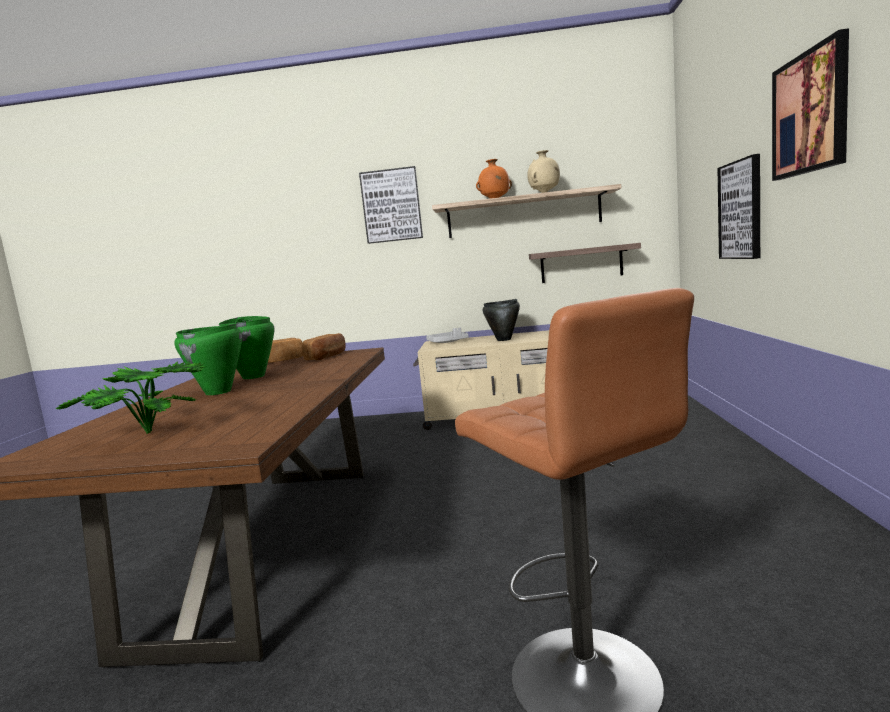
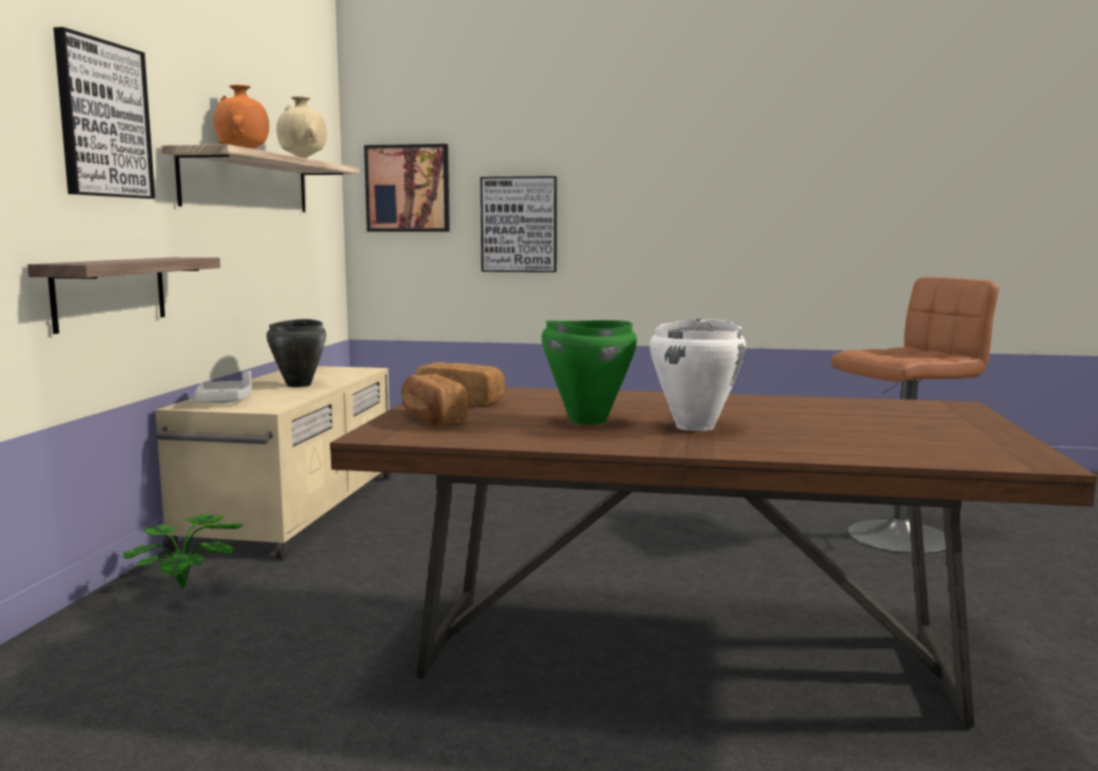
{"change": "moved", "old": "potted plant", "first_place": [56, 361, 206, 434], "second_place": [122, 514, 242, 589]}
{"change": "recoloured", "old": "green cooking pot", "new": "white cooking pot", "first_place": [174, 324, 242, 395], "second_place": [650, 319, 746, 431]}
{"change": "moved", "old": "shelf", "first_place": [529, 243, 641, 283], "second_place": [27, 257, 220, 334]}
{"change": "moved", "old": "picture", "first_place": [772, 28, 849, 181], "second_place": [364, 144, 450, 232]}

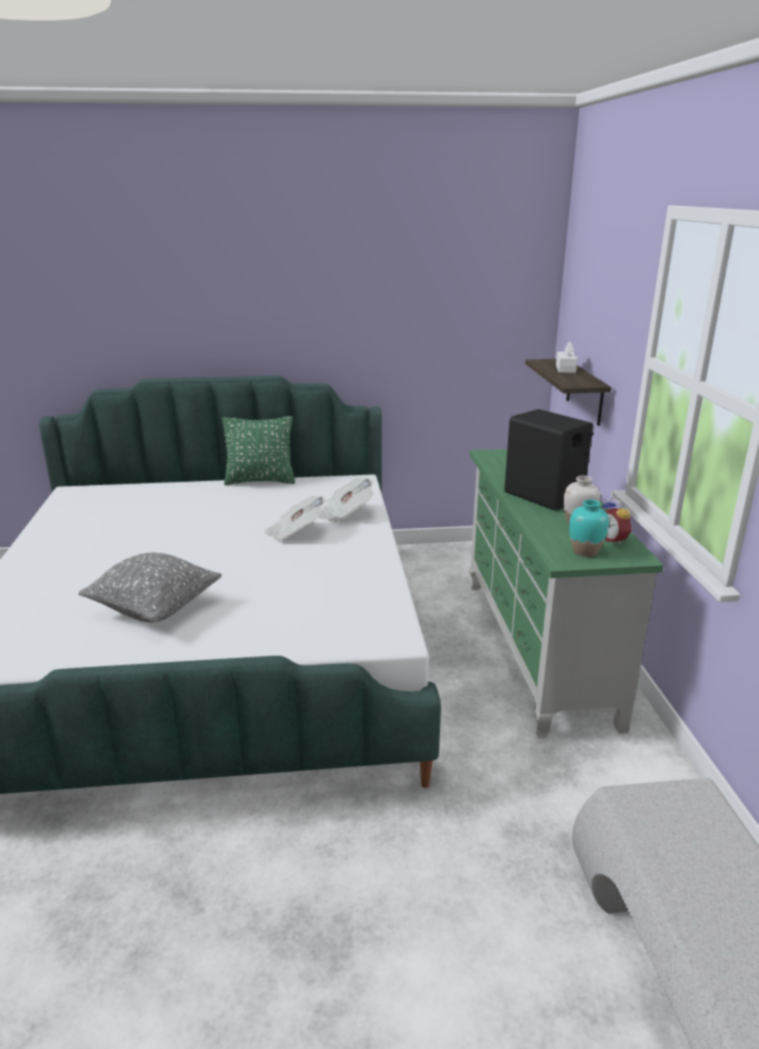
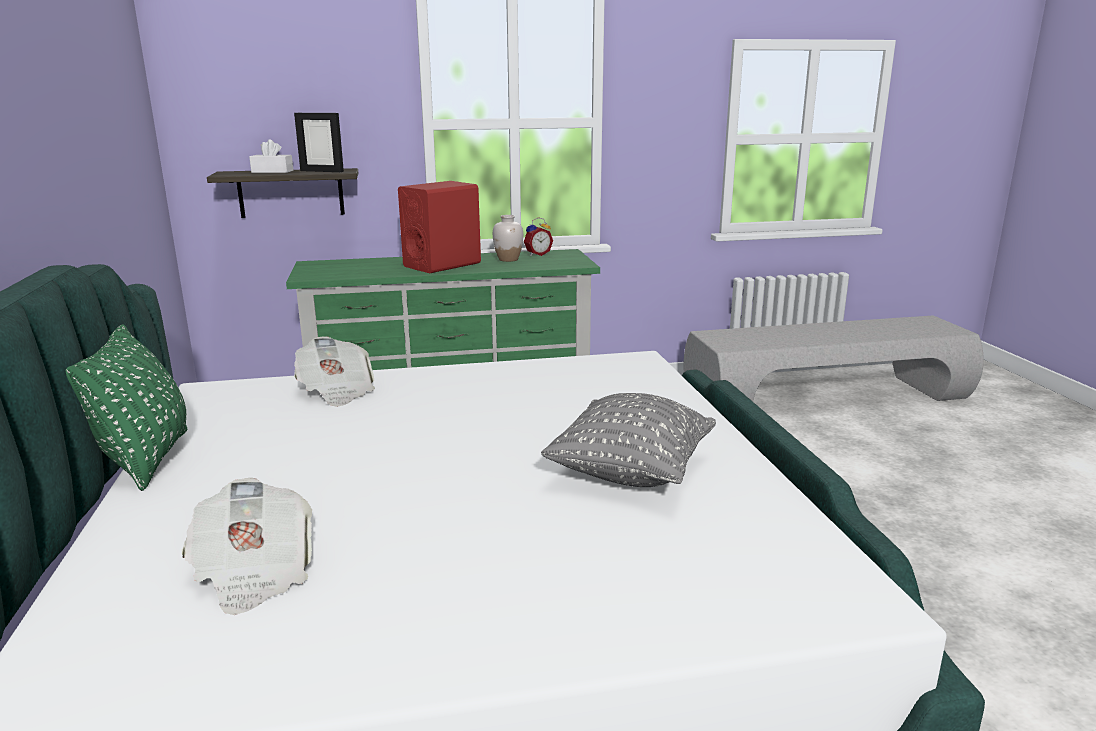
{"change": "moved", "old": "newspaper", "first_place": [265, 496, 326, 541], "second_place": [182, 478, 312, 615]}
{"change": "recoloured", "old": "black speaker", "new": "red speaker", "first_place": [504, 409, 593, 511], "second_place": [398, 181, 481, 273]}
{"change": "removed", "old": "turquoise vase", "first_place": [569, 499, 609, 557]}
{"change": "added", "new": "picture frame", "second_place": [294, 113, 344, 172]}

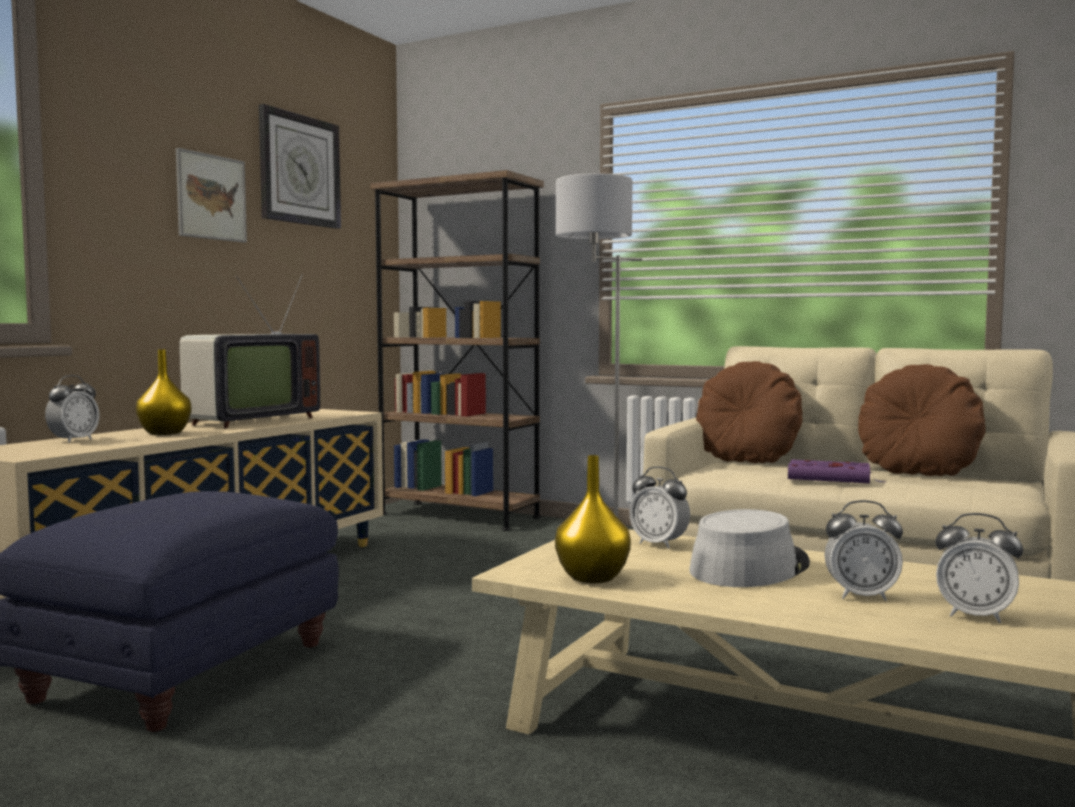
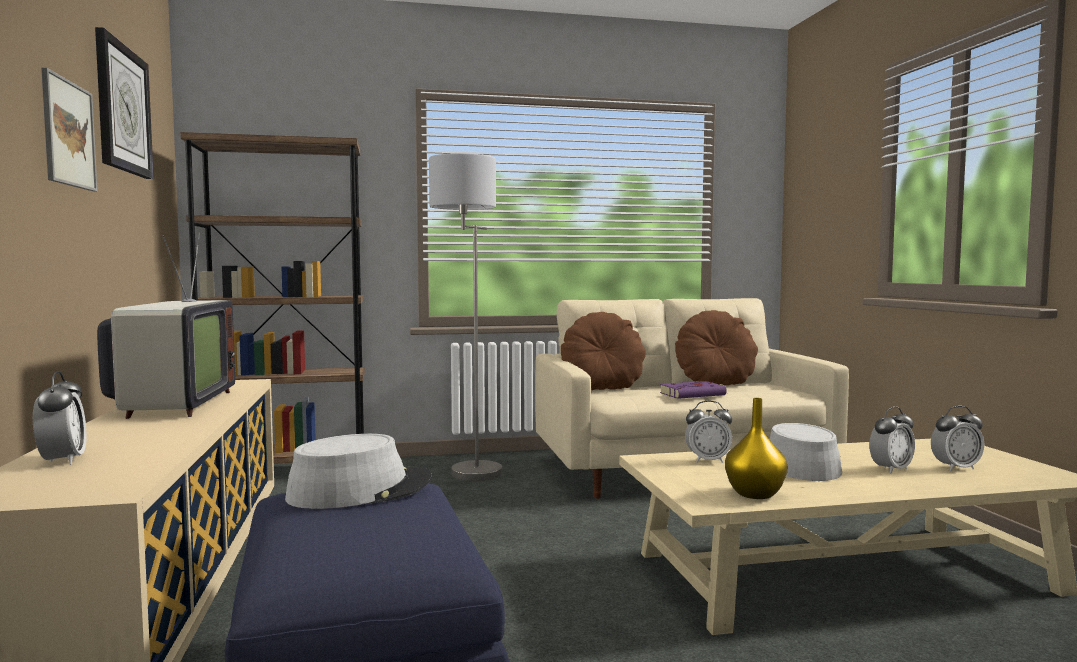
{"change": "removed", "old": "yellow vase", "first_place": [136, 349, 192, 435]}
{"change": "added", "new": "grey hat", "second_place": [285, 434, 432, 509]}

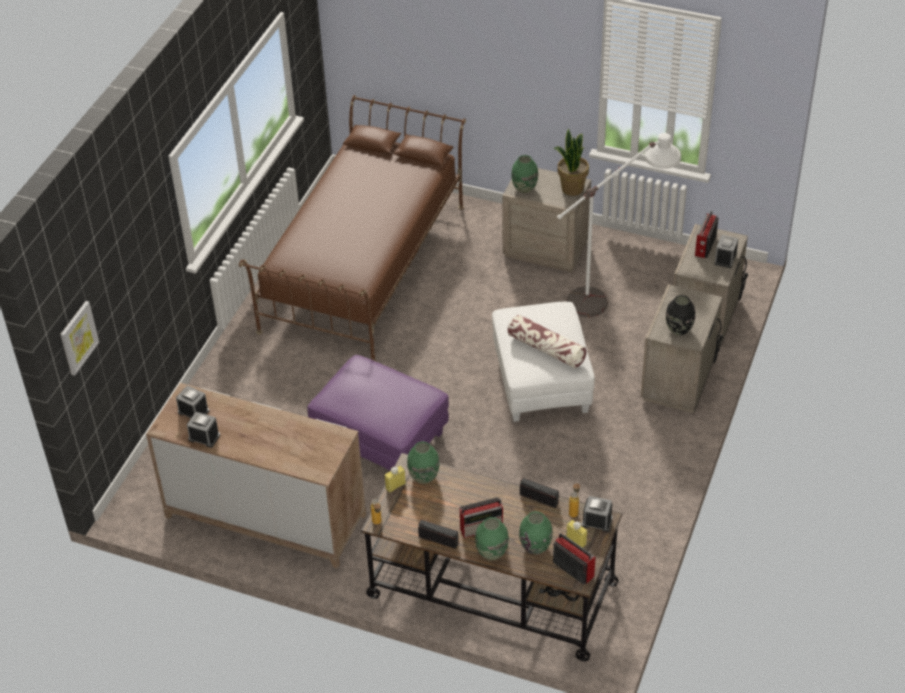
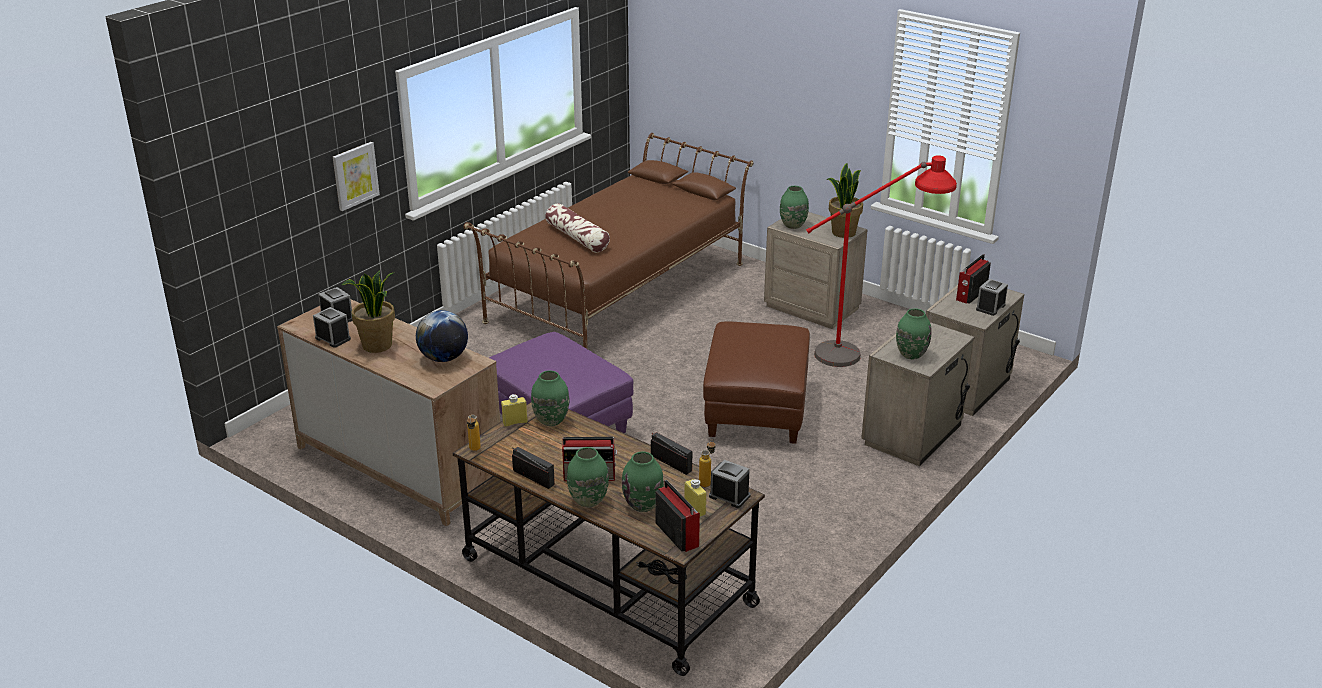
{"change": "moved", "old": "picture", "first_place": [60, 301, 99, 376], "second_place": [333, 142, 380, 211]}
{"change": "recoloured", "old": "white ottoman", "new": "brown ottoman", "first_place": [492, 302, 595, 422], "second_place": [703, 321, 810, 444]}
{"change": "moved", "old": "pillow", "first_place": [507, 315, 587, 368], "second_place": [545, 203, 610, 252]}
{"change": "recoloured", "old": "white floor lamp", "new": "red floor lamp", "first_place": [557, 133, 681, 317], "second_place": [806, 155, 957, 367]}
{"change": "recoloured", "old": "black vase", "new": "green vase", "first_place": [666, 295, 695, 335], "second_place": [896, 308, 931, 360]}
{"change": "added", "new": "potted plant", "second_place": [342, 270, 395, 353]}
{"change": "added", "new": "globe", "second_place": [416, 310, 468, 362]}

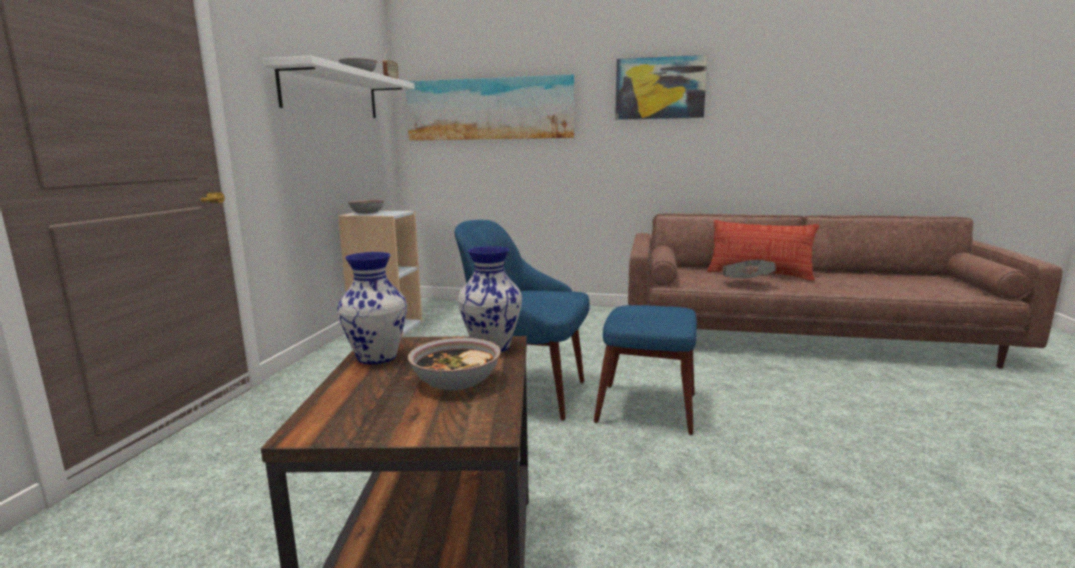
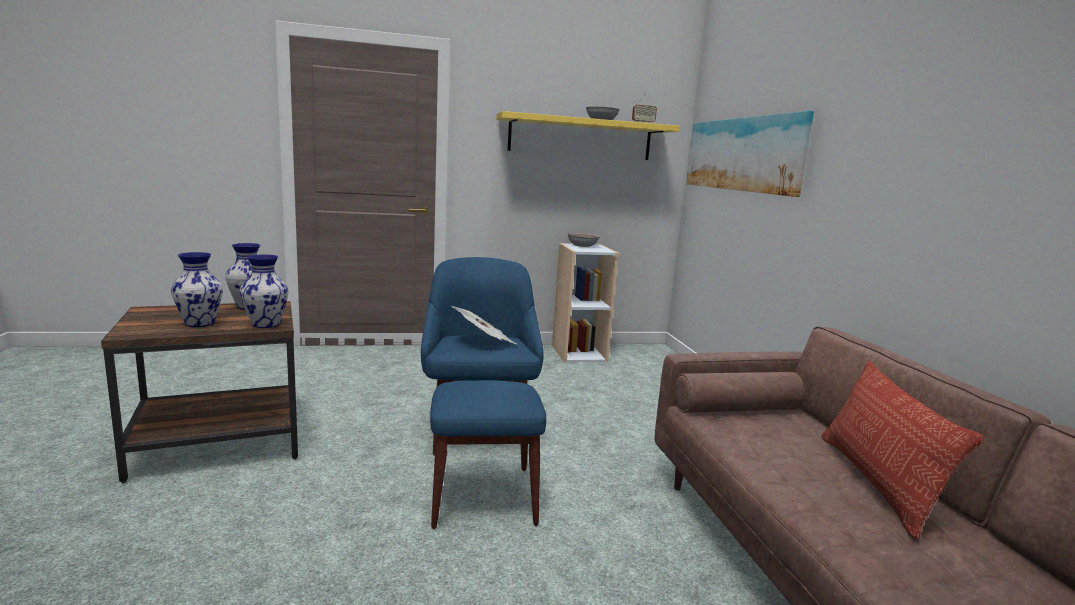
{"change": "recoloured", "old": "white shelf", "new": "yellow shelf", "first_place": [263, 56, 415, 118], "second_place": [496, 111, 679, 160]}
{"change": "replaced", "old": "bowl", "new": "vase", "first_place": [408, 338, 501, 391], "second_place": [171, 252, 223, 327]}
{"change": "removed", "old": "picture", "first_place": [615, 55, 707, 120]}
{"change": "moved", "old": "newspaper", "first_place": [722, 260, 776, 279], "second_place": [451, 306, 516, 344]}

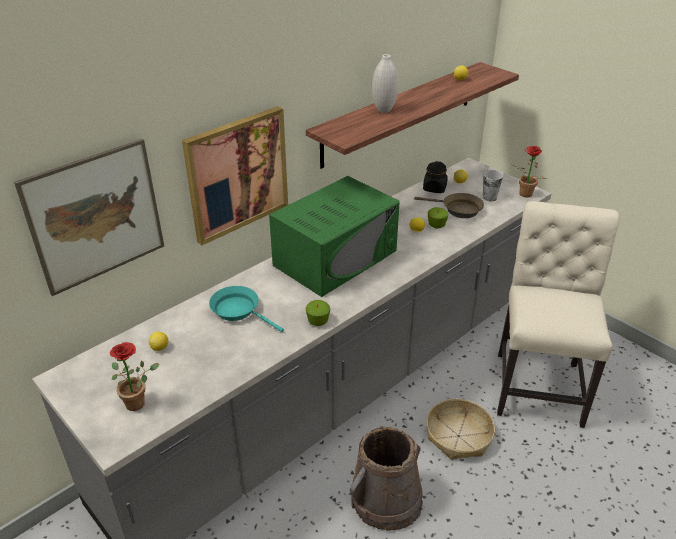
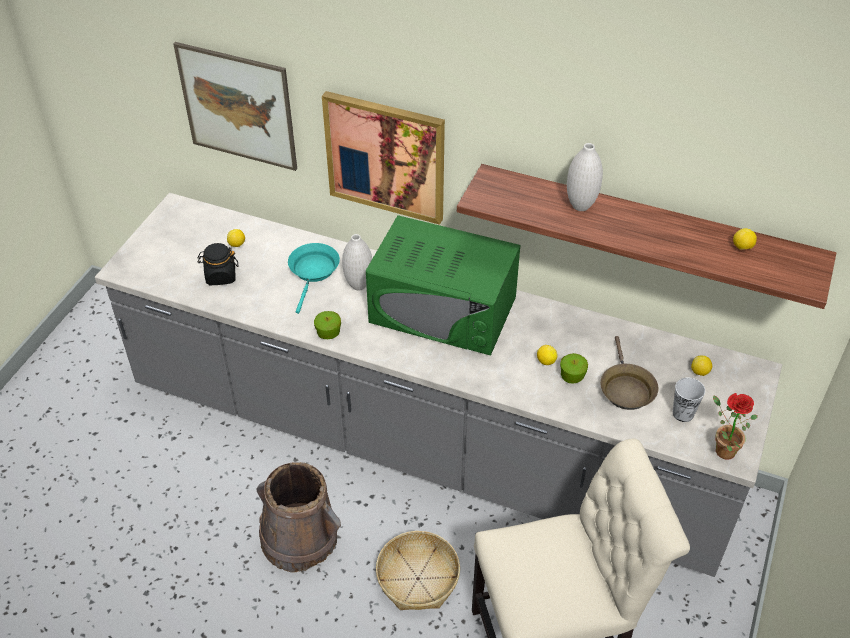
{"change": "removed", "old": "potted plant", "first_place": [110, 342, 159, 411]}
{"change": "moved", "old": "black jar", "first_place": [423, 161, 448, 193], "second_place": [198, 243, 238, 285]}
{"change": "added", "new": "white vase", "second_place": [342, 234, 372, 291]}

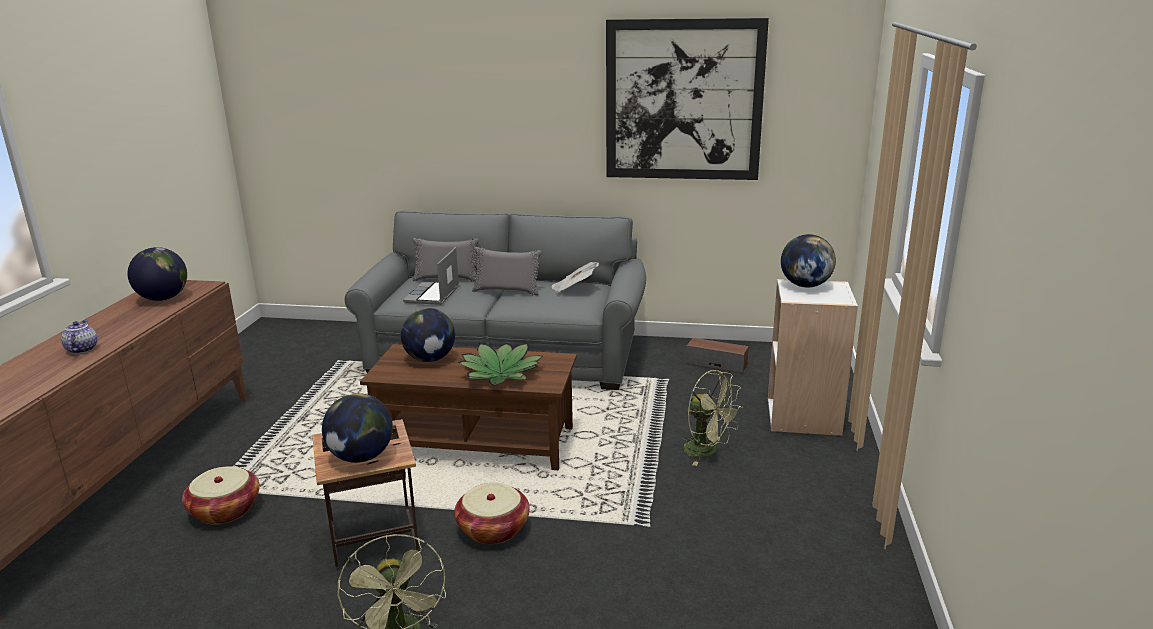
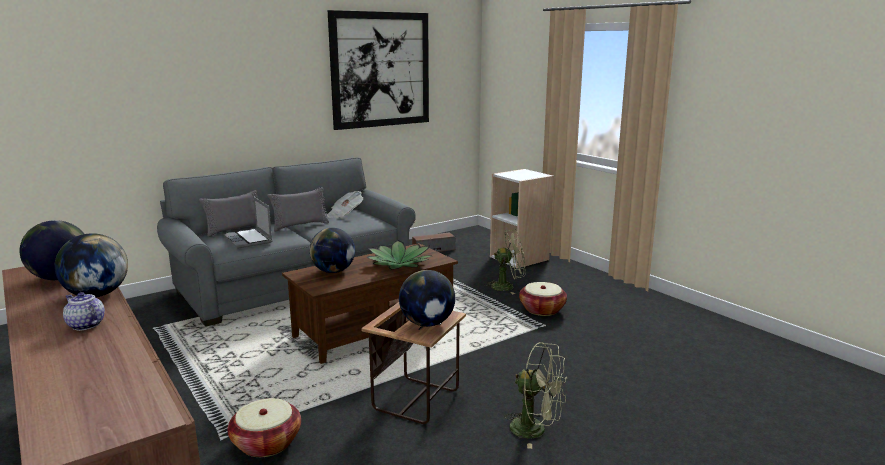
{"change": "moved", "old": "basket", "first_place": [454, 483, 530, 544], "second_place": [519, 282, 567, 316]}
{"change": "moved", "old": "globe", "first_place": [781, 234, 836, 287], "second_place": [54, 233, 128, 297]}

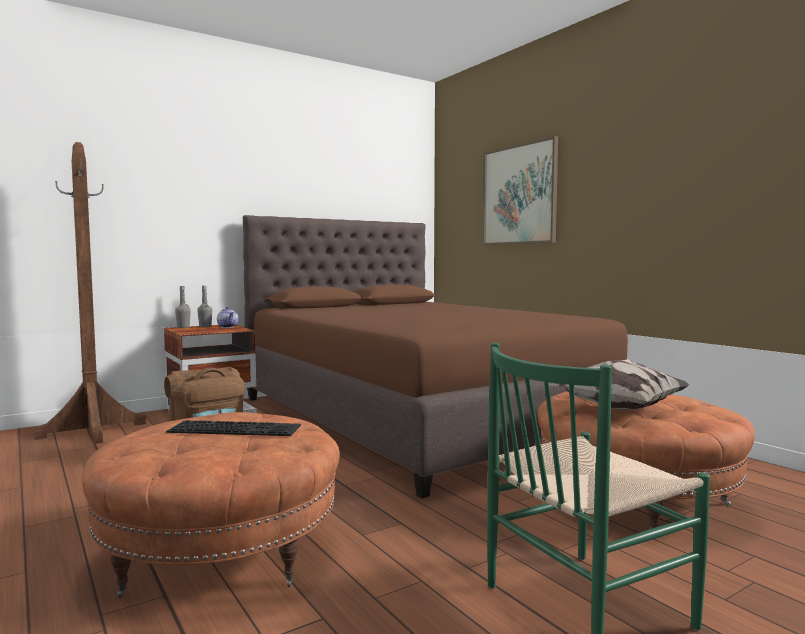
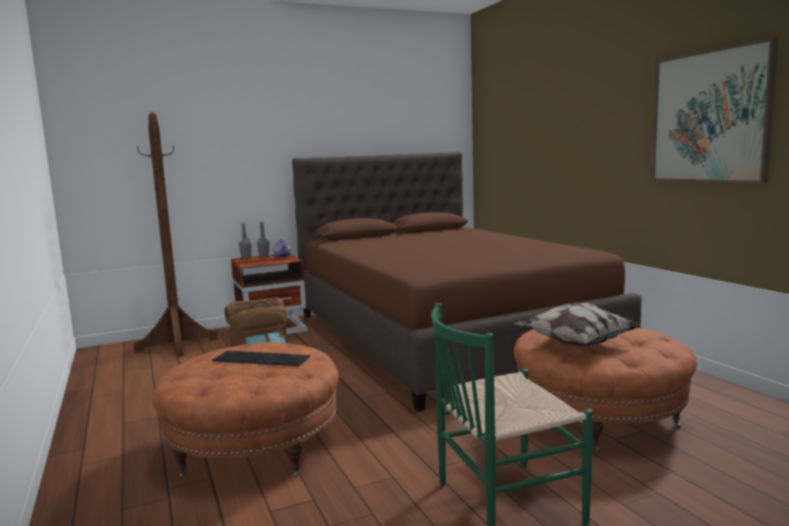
{"change": "moved", "old": "picture", "first_place": [483, 136, 558, 245], "second_place": [651, 37, 778, 184]}

